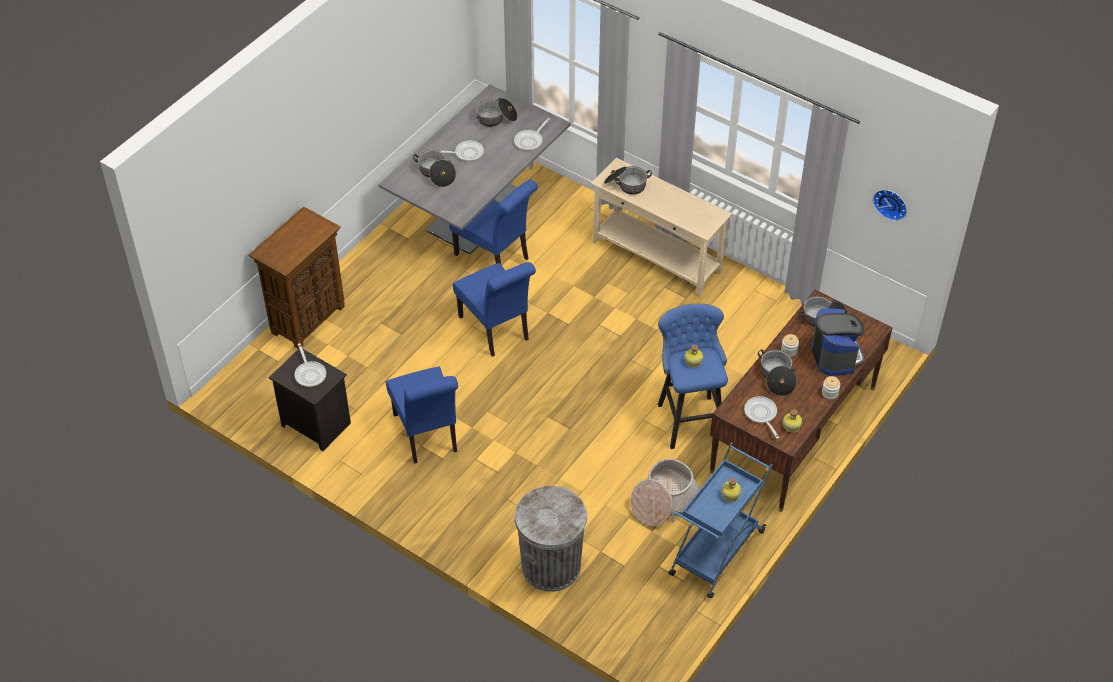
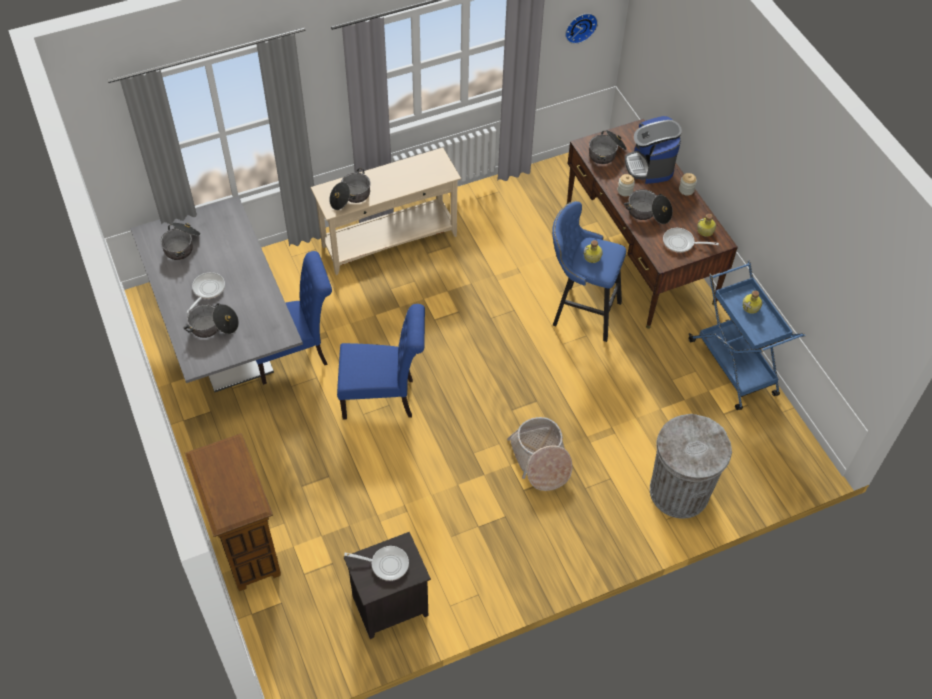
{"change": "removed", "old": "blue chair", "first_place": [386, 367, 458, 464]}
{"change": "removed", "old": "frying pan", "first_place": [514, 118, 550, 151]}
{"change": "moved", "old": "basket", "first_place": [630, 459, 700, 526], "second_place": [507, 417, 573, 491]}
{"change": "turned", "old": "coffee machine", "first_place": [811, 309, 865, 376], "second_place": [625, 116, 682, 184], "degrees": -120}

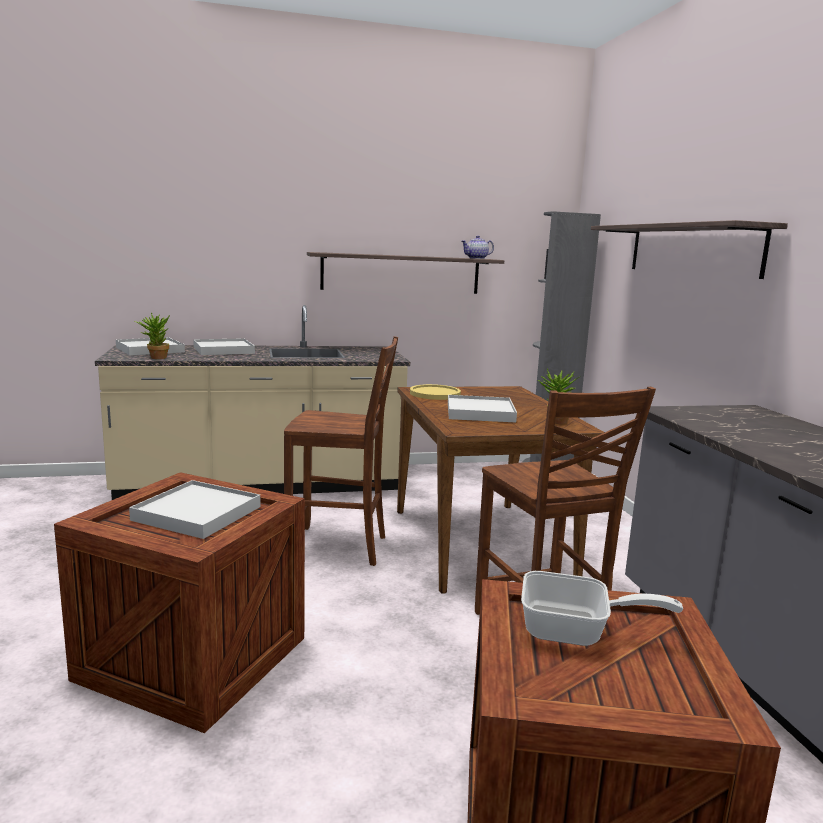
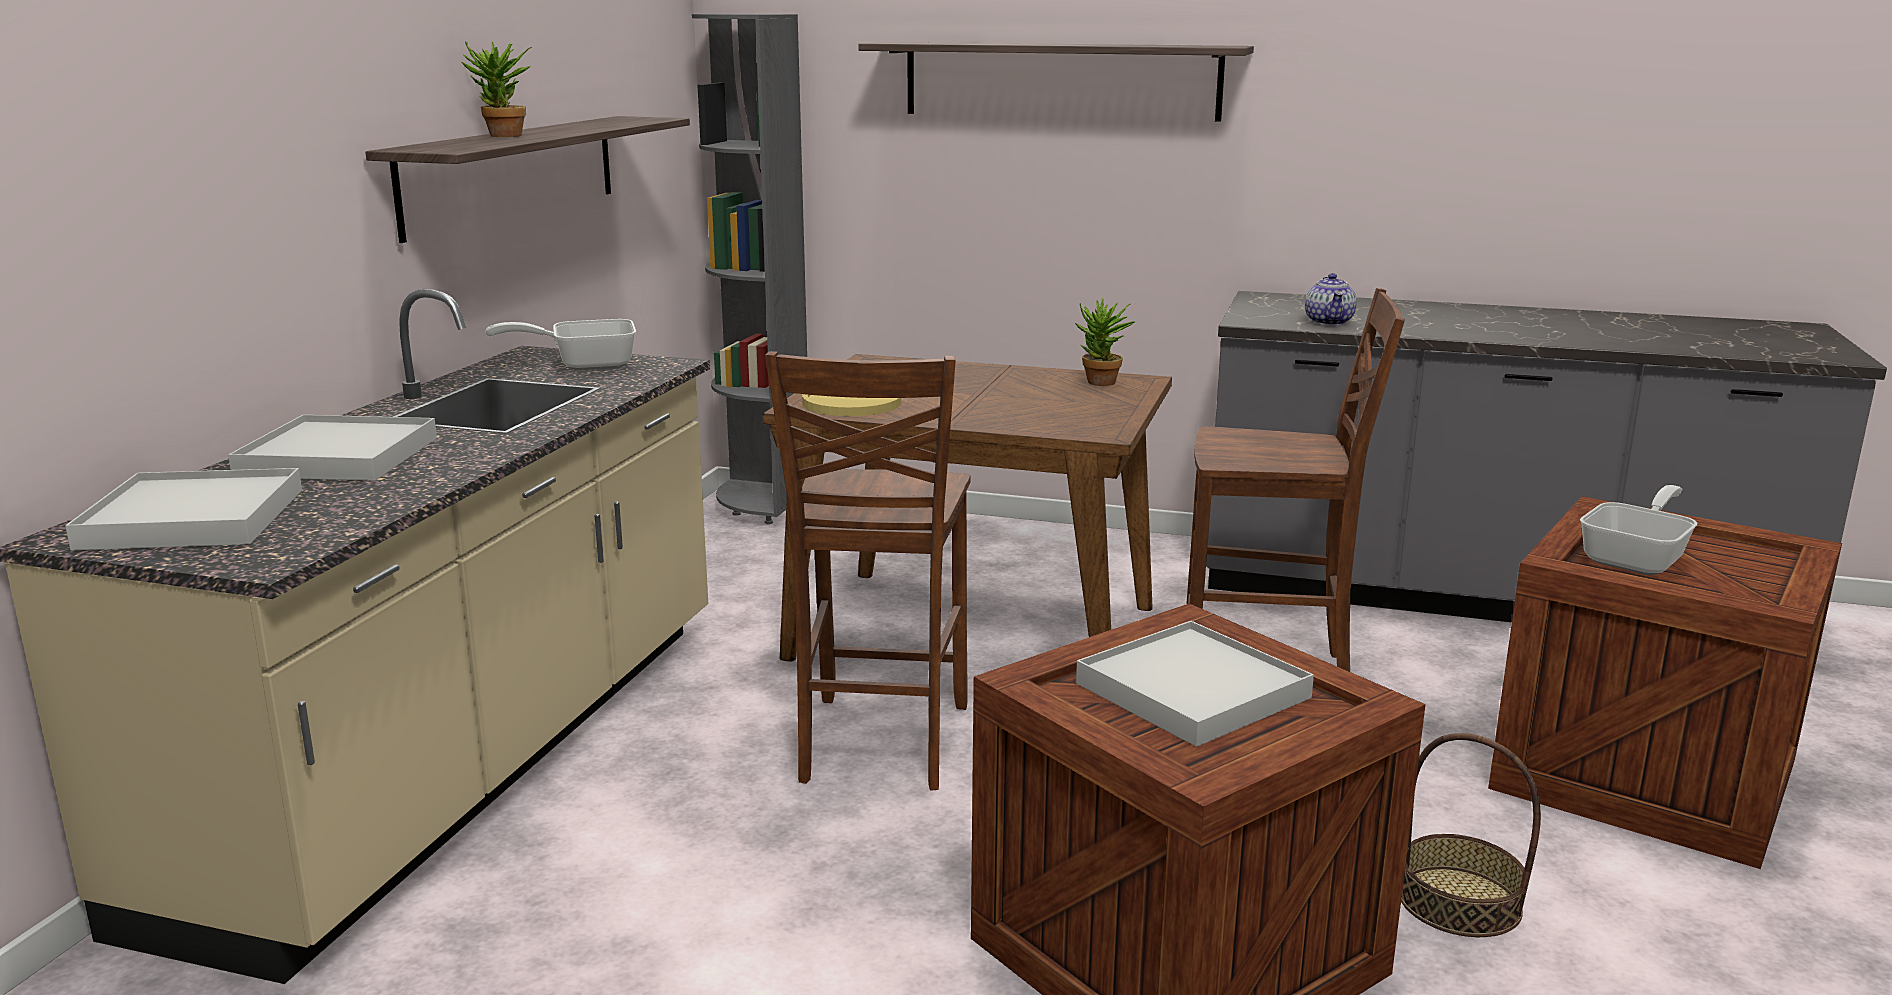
{"change": "moved", "old": "potted plant", "first_place": [134, 313, 170, 359], "second_place": [461, 41, 532, 137]}
{"change": "turned", "old": "brown chair", "first_place": [284, 336, 398, 566], "second_place": [765, 351, 971, 791], "degrees": 150}
{"change": "removed", "old": "white tray", "first_place": [448, 395, 517, 422]}
{"change": "moved", "old": "teapot", "first_place": [462, 235, 494, 259], "second_place": [1305, 273, 1357, 325]}
{"change": "added", "new": "frying pan", "second_place": [486, 319, 636, 370]}
{"change": "added", "new": "basket", "second_place": [1401, 733, 1541, 937]}

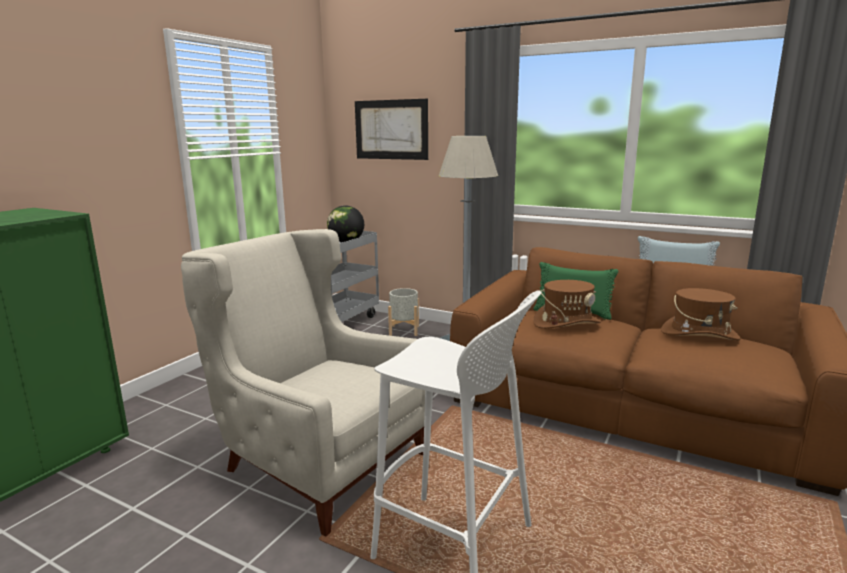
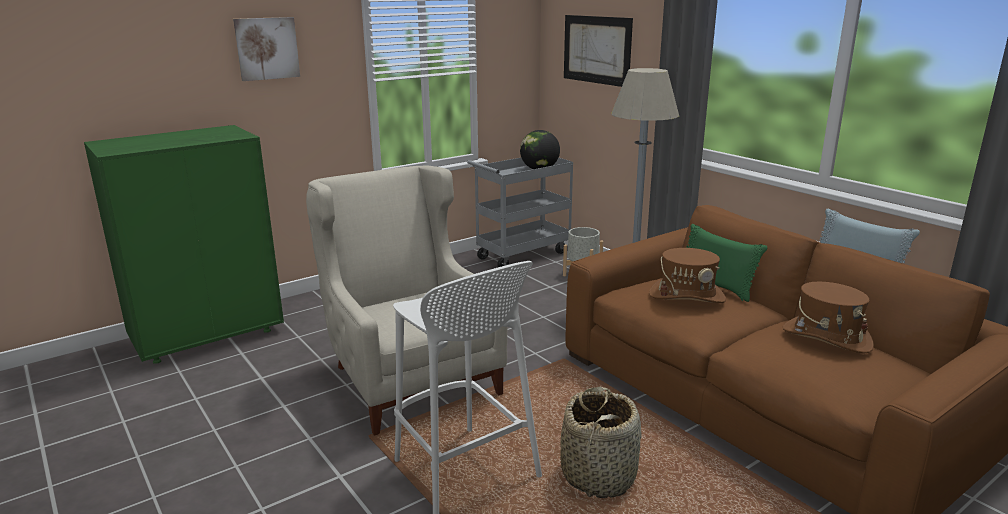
{"change": "added", "new": "picture", "second_place": [233, 17, 300, 81]}
{"change": "added", "new": "basket", "second_place": [560, 387, 642, 498]}

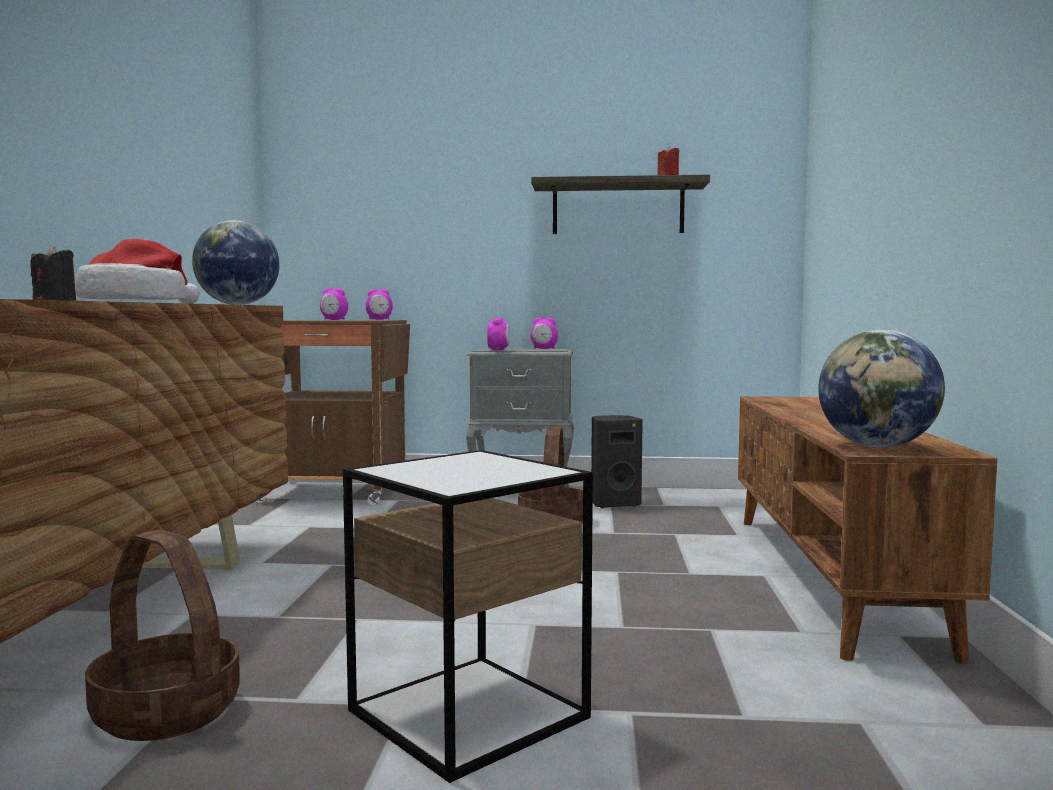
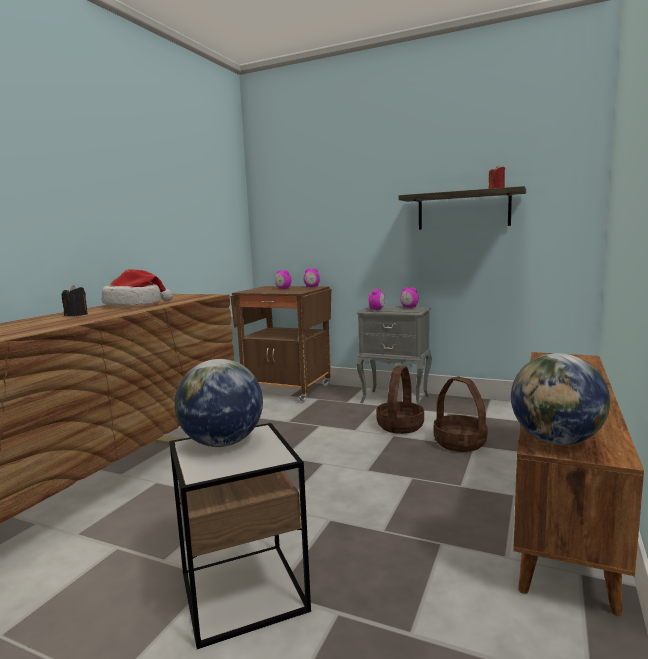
{"change": "moved", "old": "basket", "first_place": [85, 530, 240, 741], "second_place": [434, 377, 488, 452]}
{"change": "moved", "old": "globe", "first_place": [192, 220, 280, 305], "second_place": [175, 359, 263, 447]}
{"change": "removed", "old": "black speaker", "first_place": [591, 415, 643, 508]}

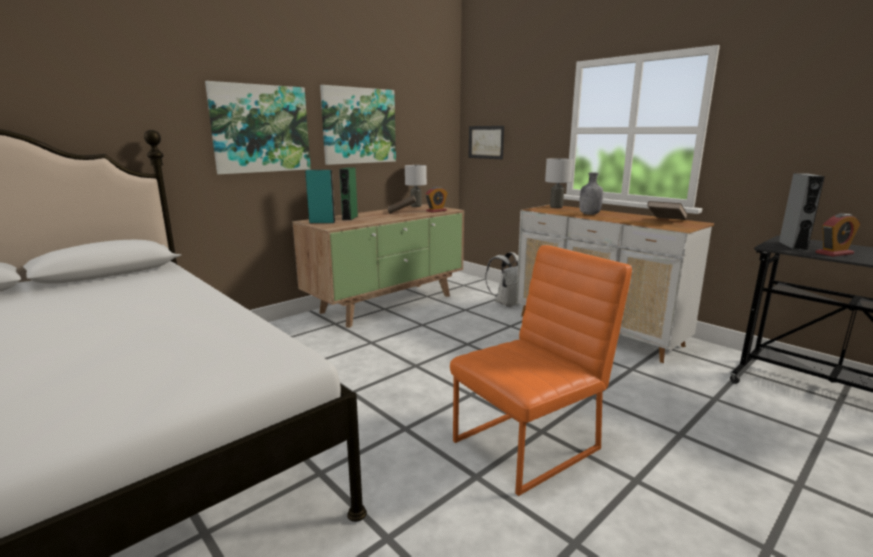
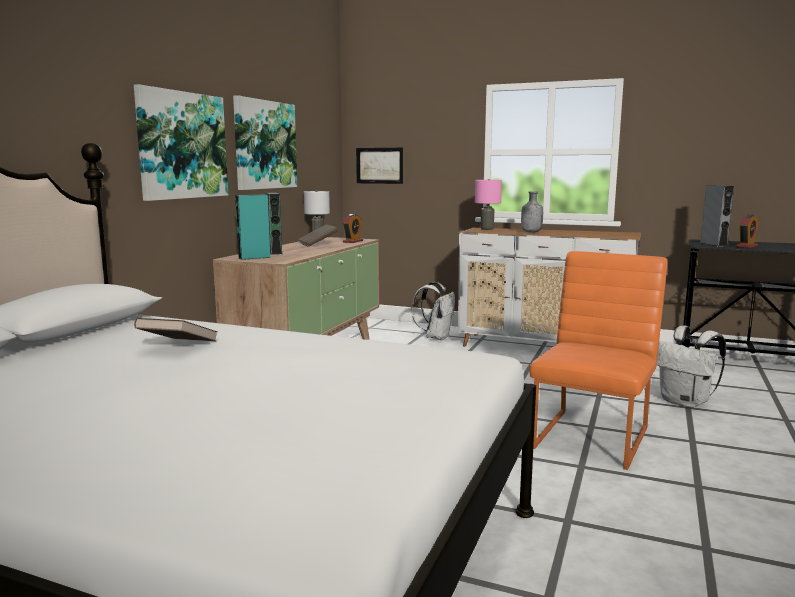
{"change": "recoloured", "old": "white table lamp", "new": "pink table lamp", "first_place": [545, 158, 573, 208], "second_place": [475, 179, 502, 230]}
{"change": "moved", "old": "brown book", "first_place": [647, 201, 688, 220], "second_place": [134, 318, 218, 341]}
{"change": "added", "new": "white backpack", "second_place": [657, 325, 726, 408]}

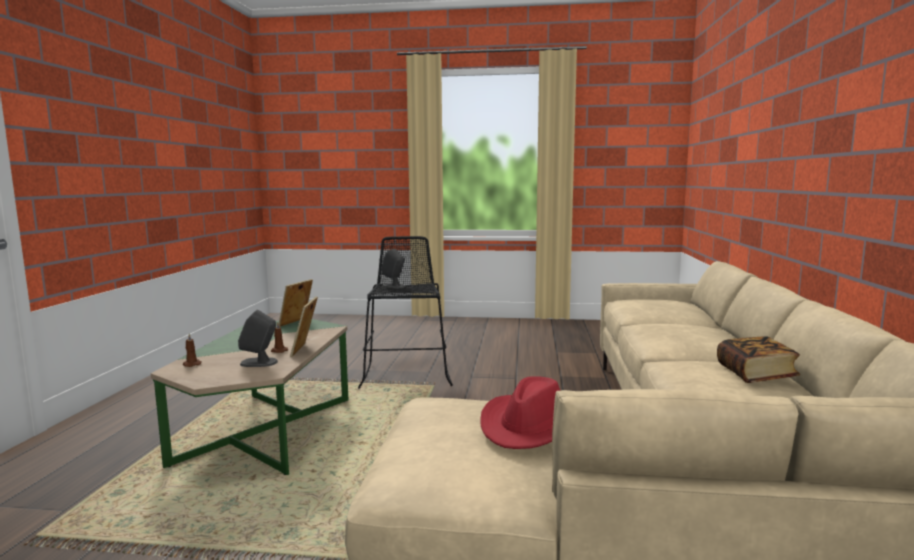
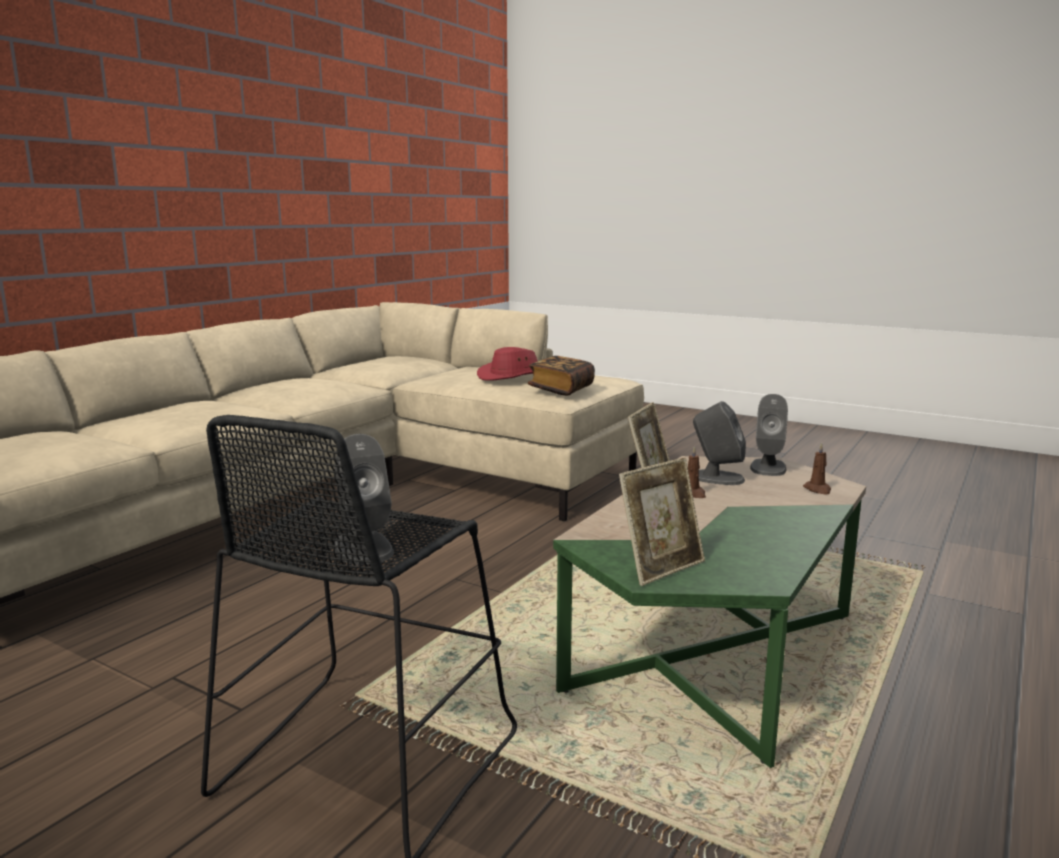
{"change": "moved", "old": "book", "first_place": [717, 336, 800, 383], "second_place": [528, 356, 595, 396]}
{"change": "added", "new": "grey speaker", "second_place": [750, 394, 788, 476]}

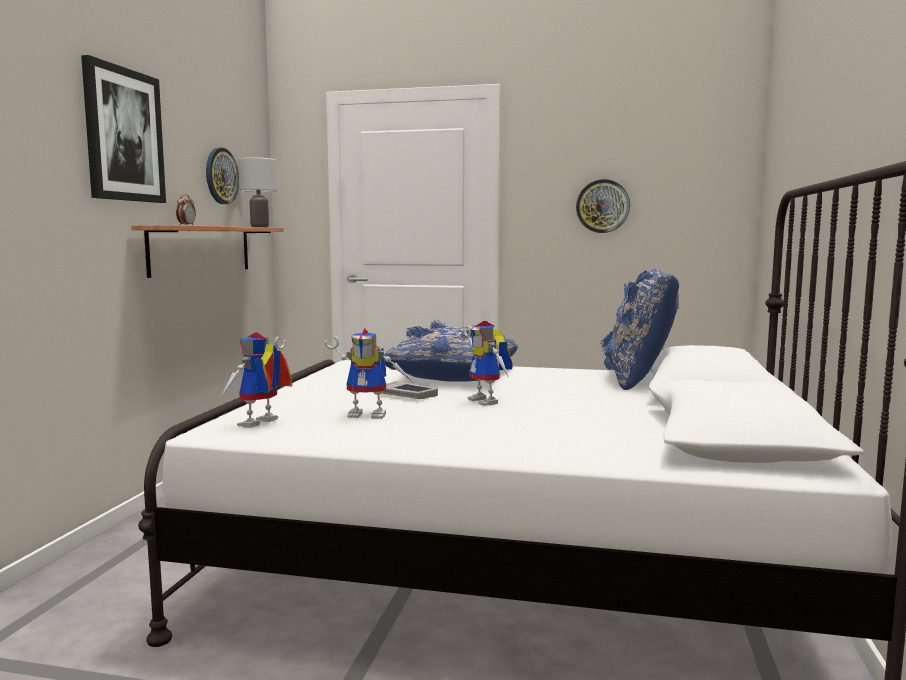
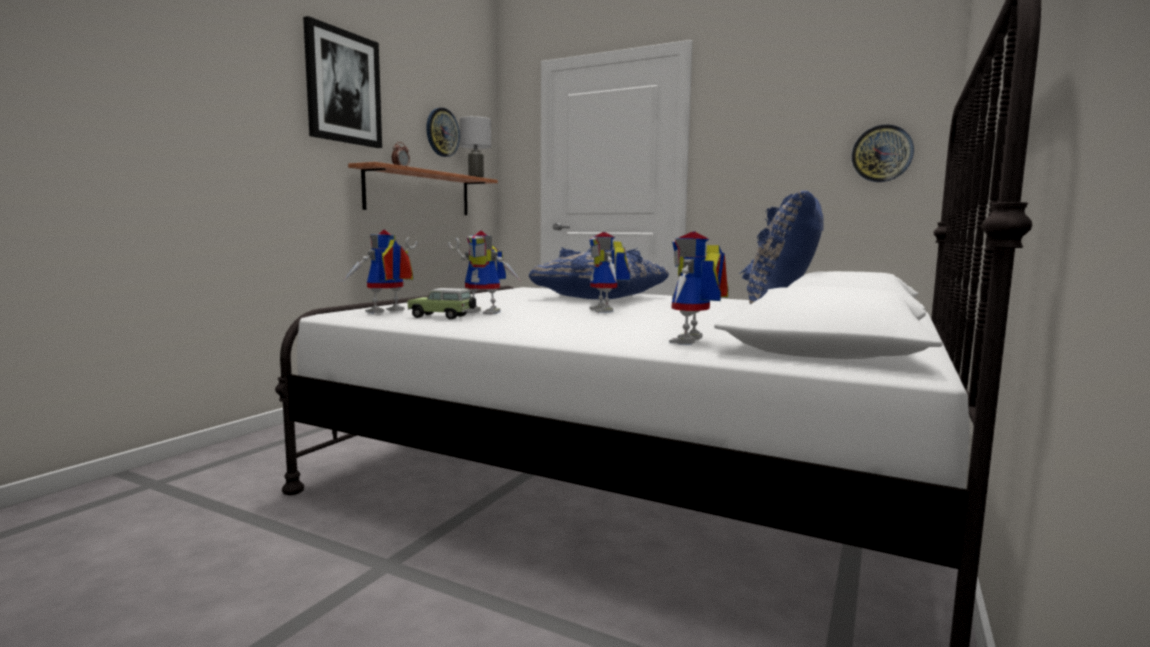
{"change": "removed", "old": "book", "first_place": [382, 381, 438, 399]}
{"change": "moved", "old": "wall clock", "first_place": [576, 179, 630, 233], "second_place": [852, 125, 914, 182]}
{"change": "added", "new": "toy car", "second_place": [407, 288, 476, 320]}
{"change": "added", "new": "toy robot", "second_place": [669, 232, 729, 344]}

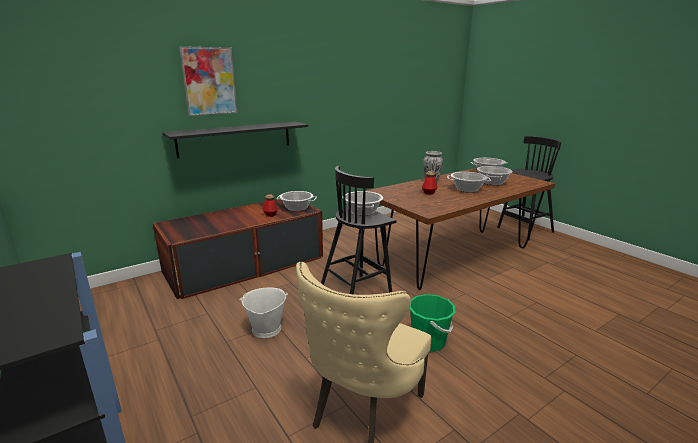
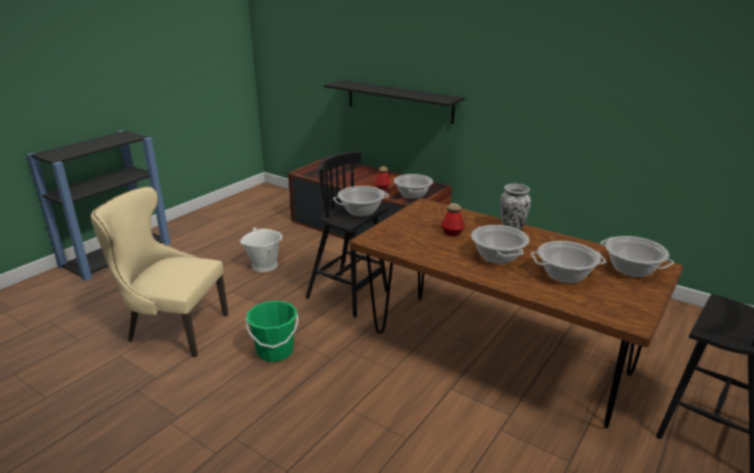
{"change": "removed", "old": "picture", "first_place": [179, 46, 237, 116]}

